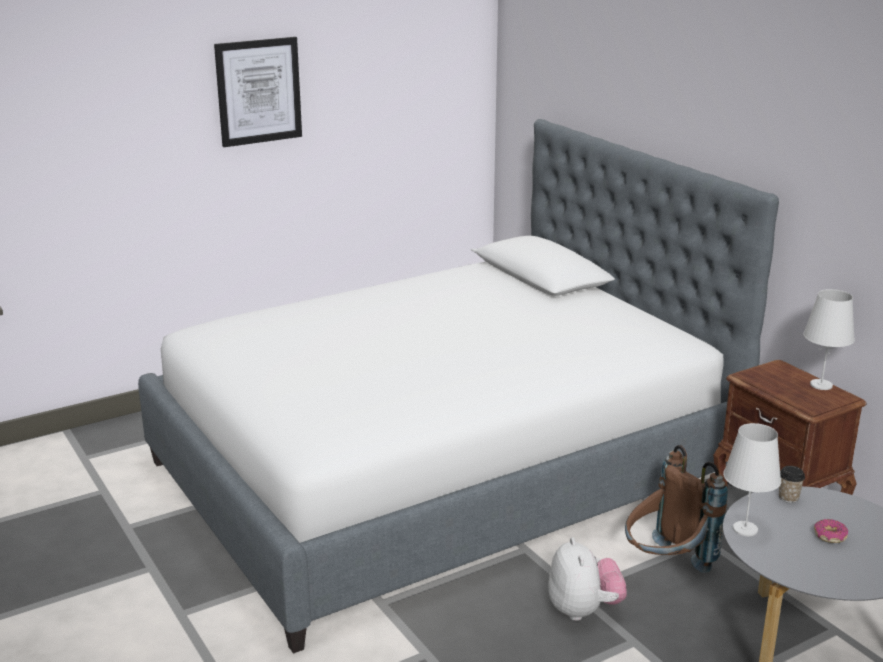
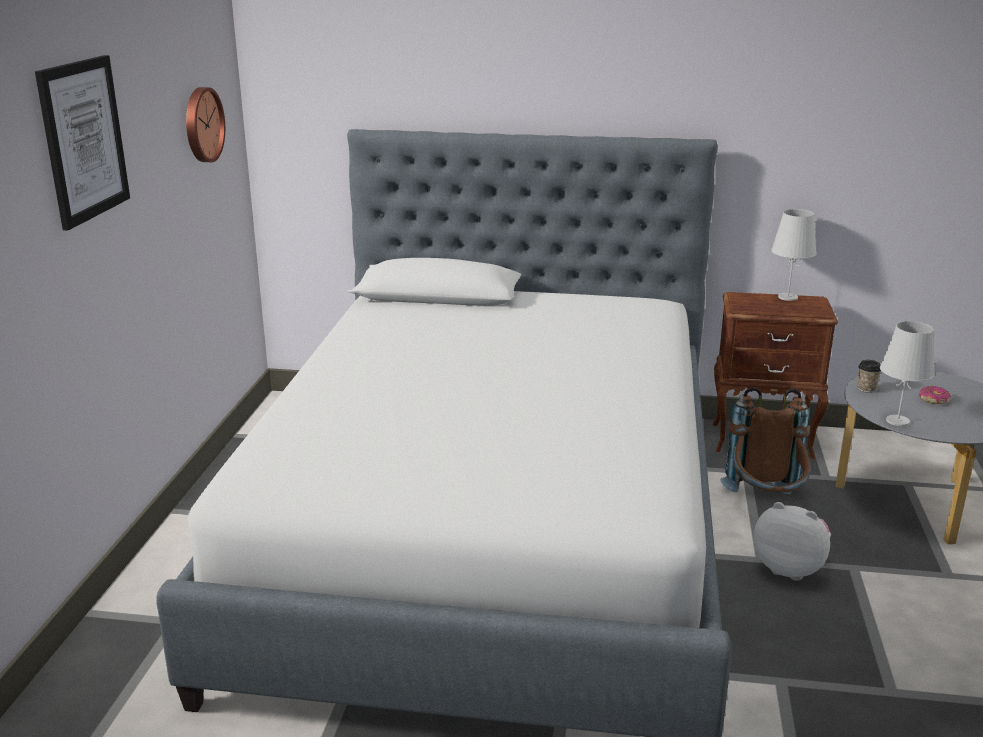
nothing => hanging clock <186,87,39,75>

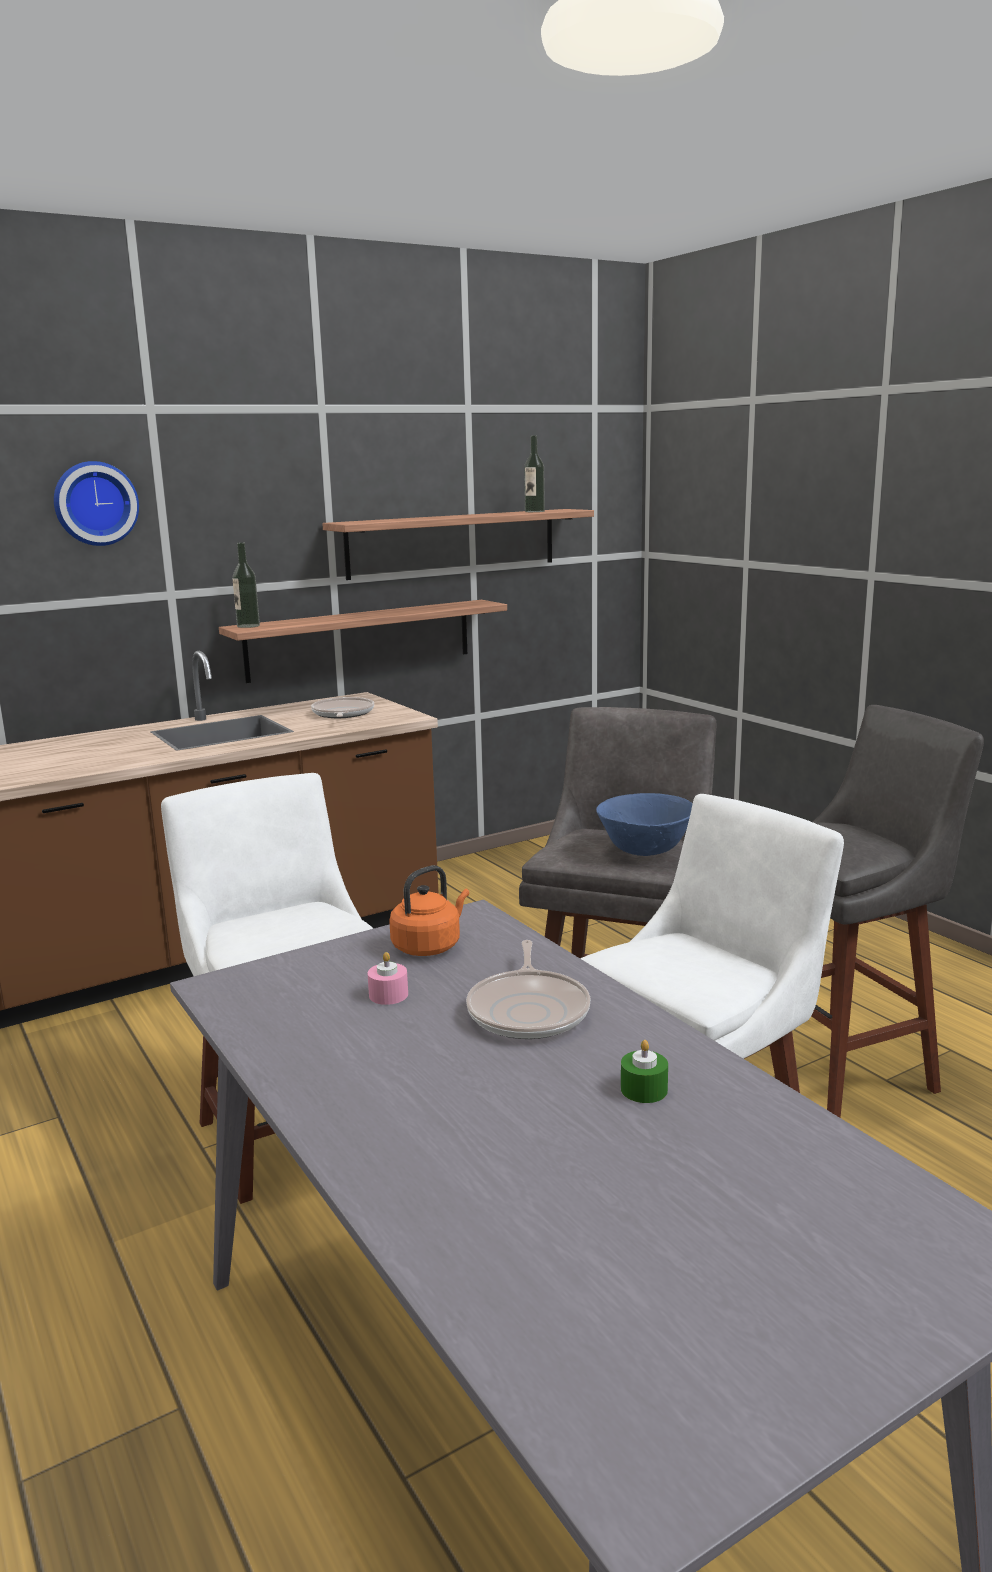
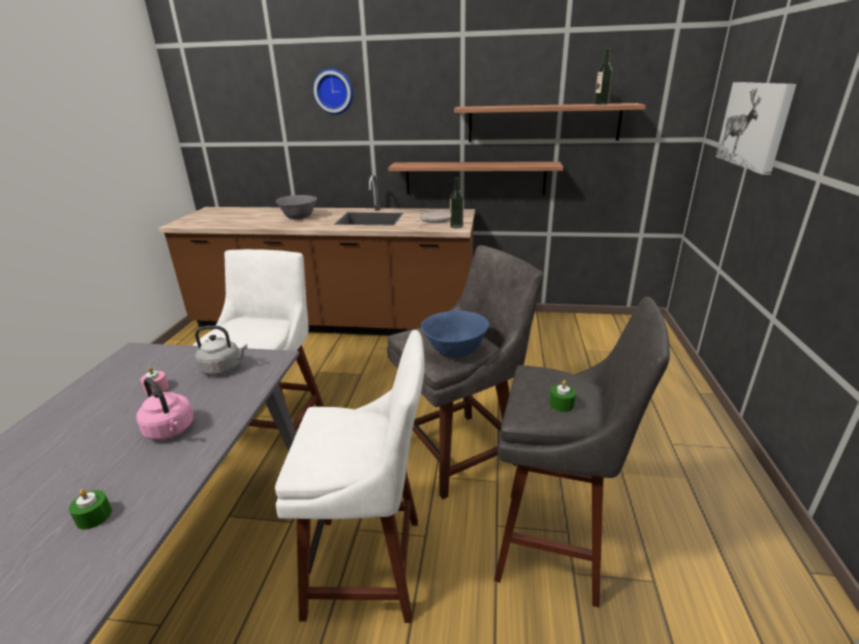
nothing => bowl in greyish <276,195,41,25>
nothing => candle in green <549,380,27,32>
nothing => wall picture <716,82,81,93>
bottle <232,543,28,85> => bottle <450,177,13,51>, relocated
frying pan <466,940,124,99> => tea kettle in pinkish <136,377,57,63>
tea kettle in orange-coloured <389,865,80,91> => tea kettle in greyish <195,326,52,49>

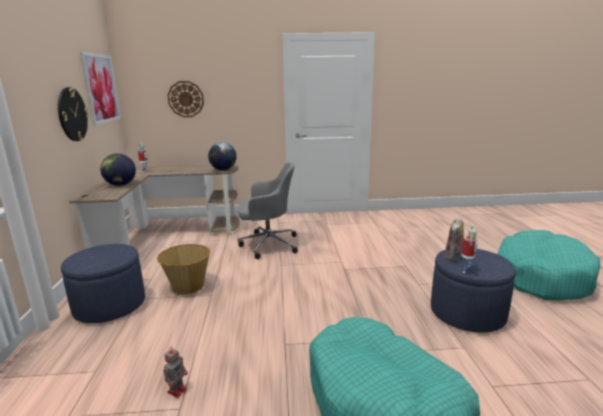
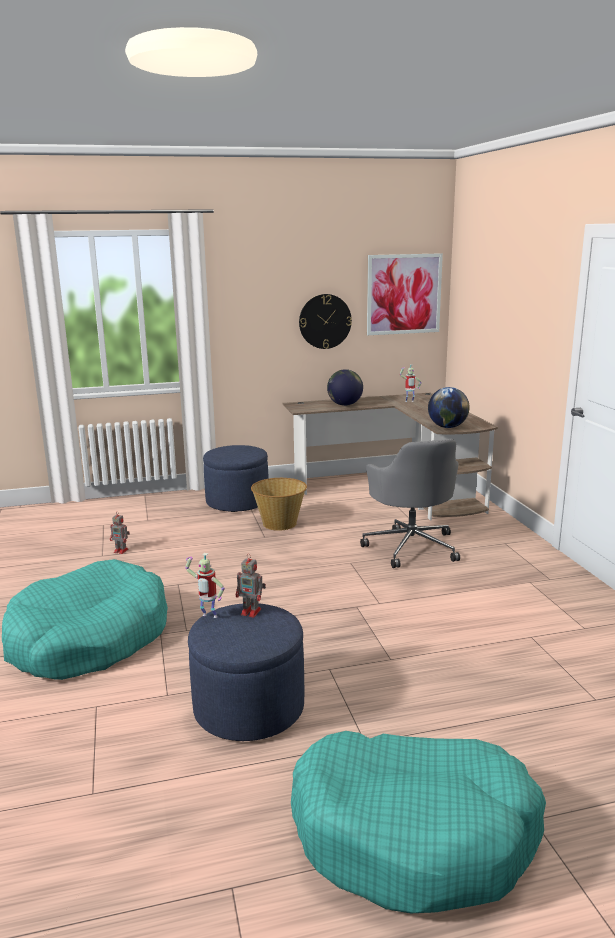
hanging clock <167,81,37,36> => nothing
plush toy <444,216,20,45> => model robot <236,553,30,65>

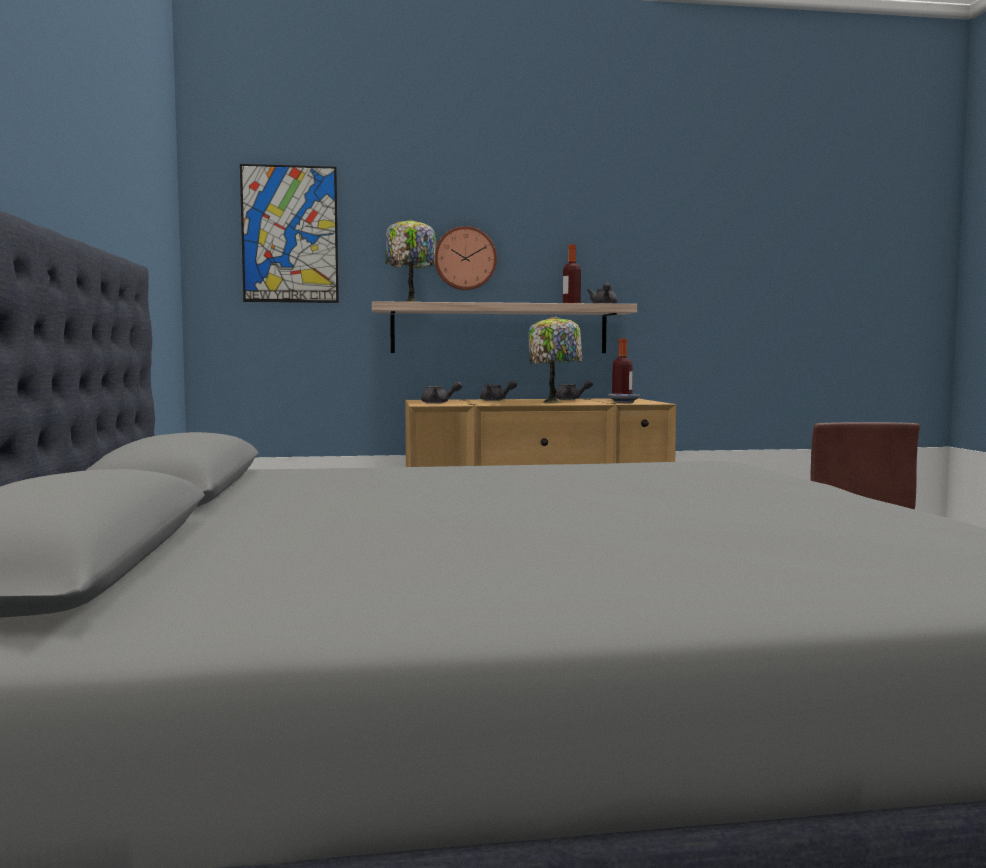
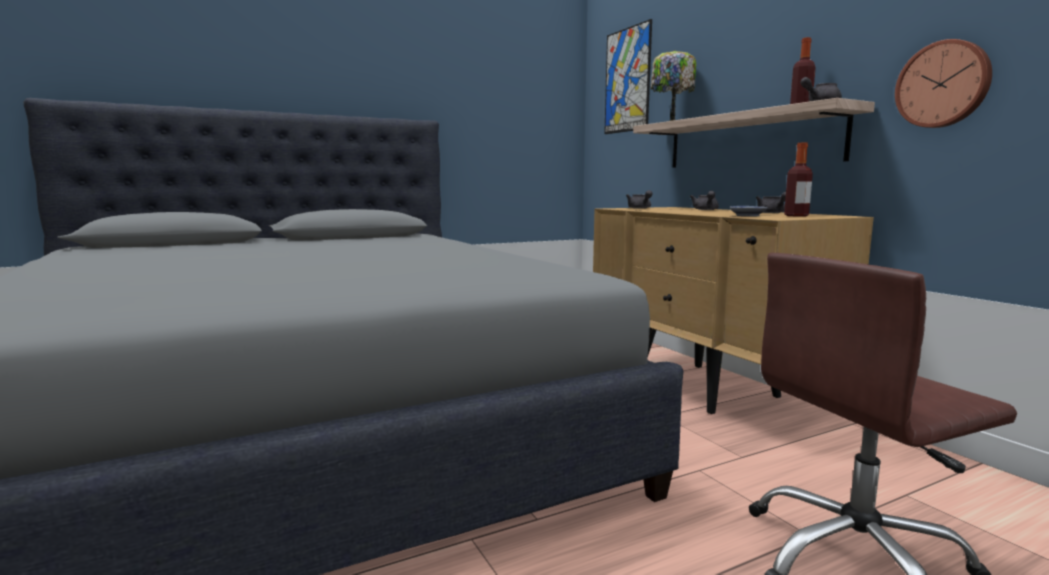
lamp for a table <529,316,53,87> => nothing
hanging clock <435,226,62,64> => hanging clock <895,39,97,89>, relocated

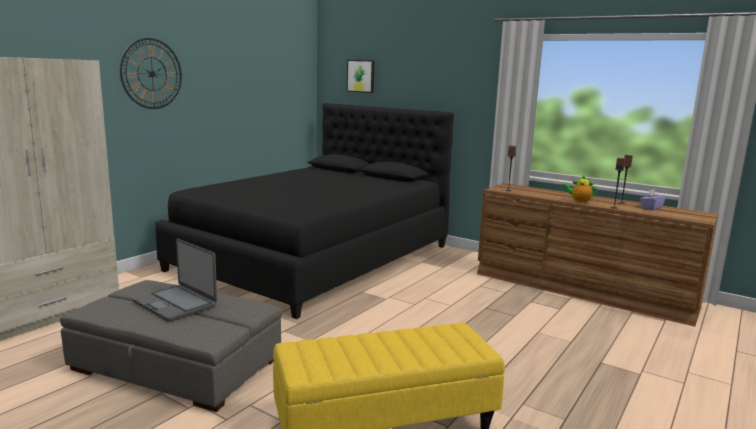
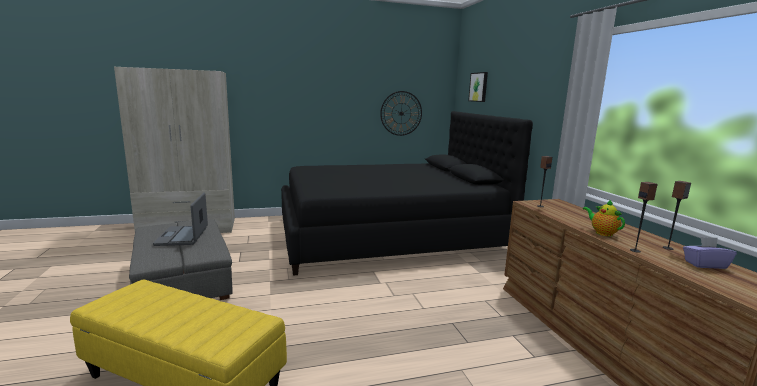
hanging clock <120,38,62,71> => hanging clock <380,91,42,45>, relocated

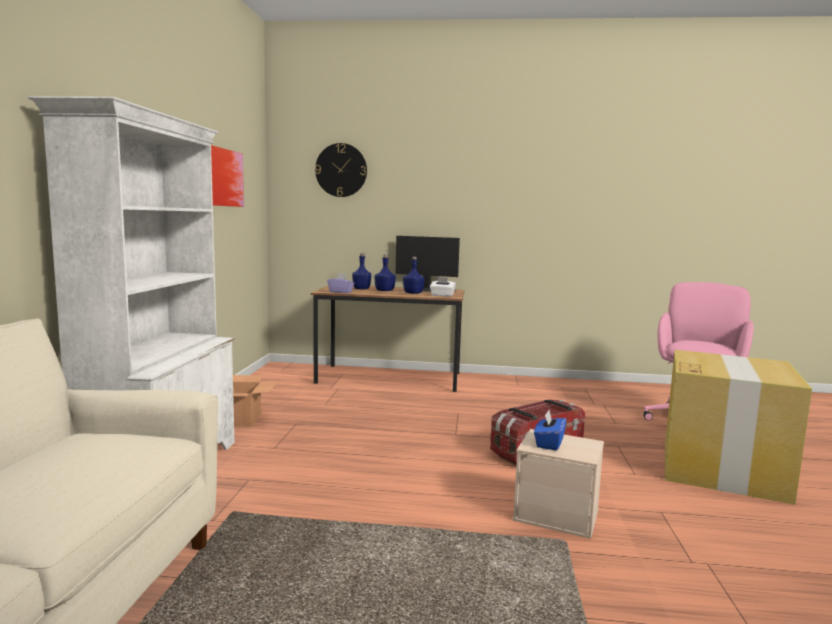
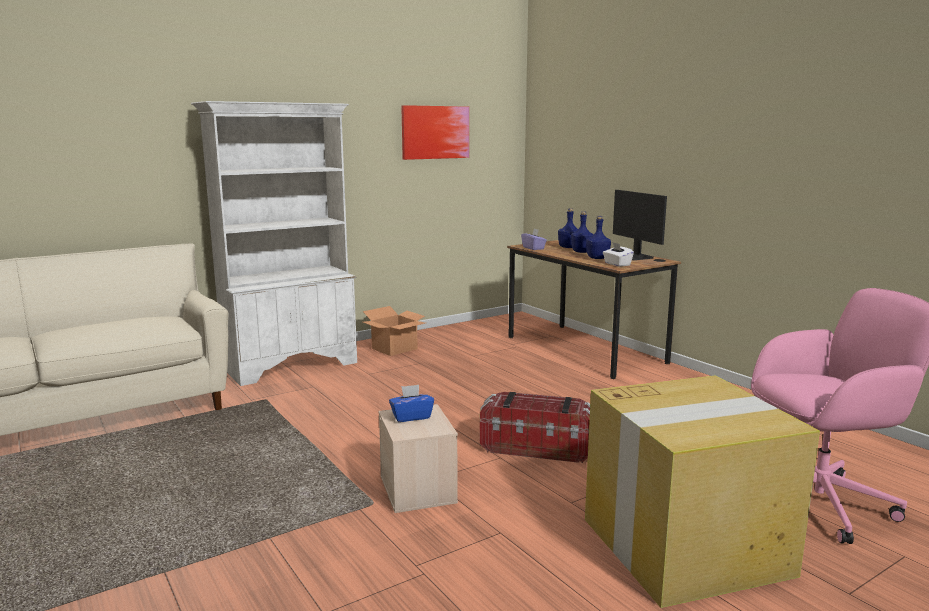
hanging clock <315,143,52,54> => nothing

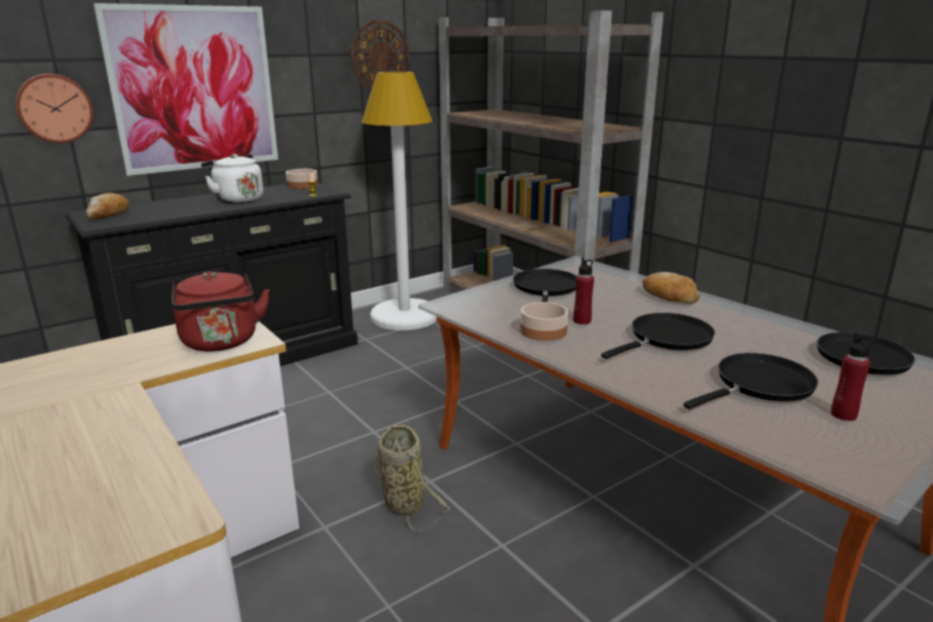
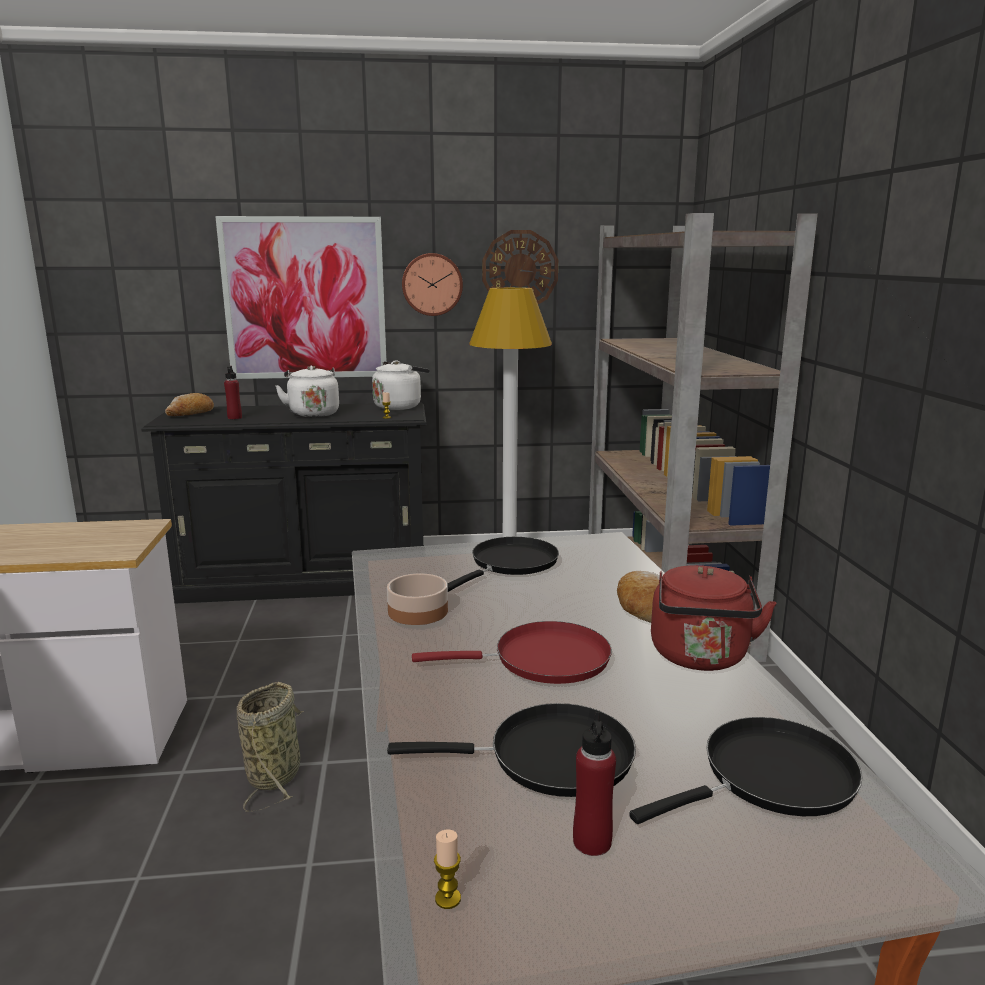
nothing => candle <434,830,27,79>
hanging clock <15,74,79,69> => hanging clock <402,253,61,63>, relocated
tea kettle in red <172,271,98,81> => tea kettle in red <651,565,125,106>, relocated
bottle in red <573,257,21,68> => bottle in red <224,366,18,53>, relocated
bowl <286,169,32,20> => tea kettle in white <372,361,58,49>
frying pan in black-coloured <601,313,114,46> => frying pan in red <412,621,200,63>

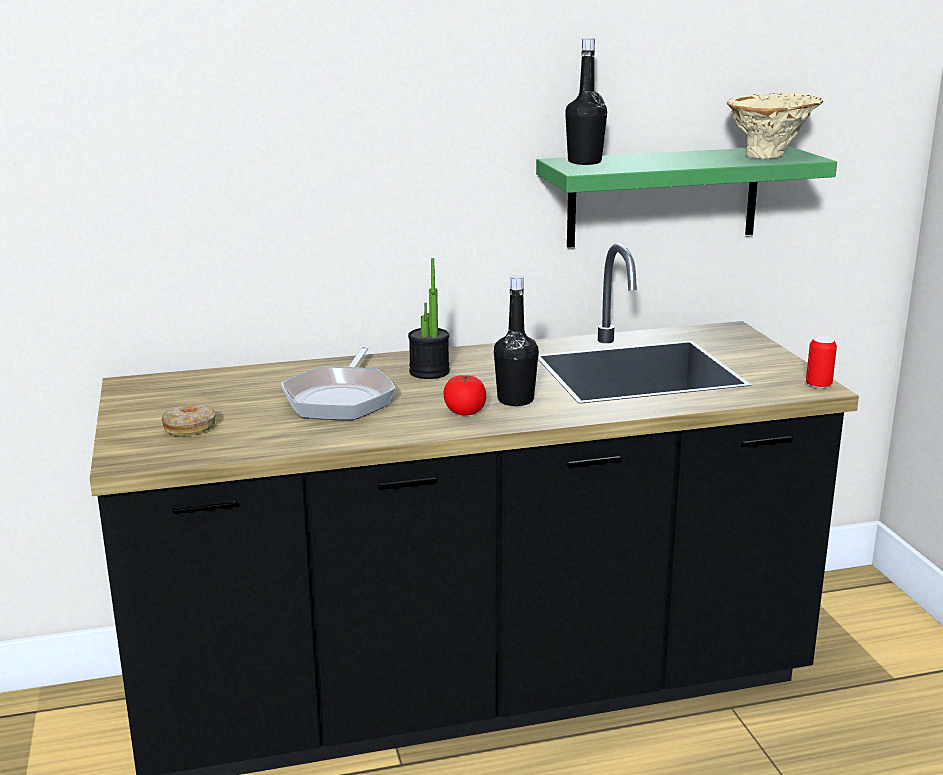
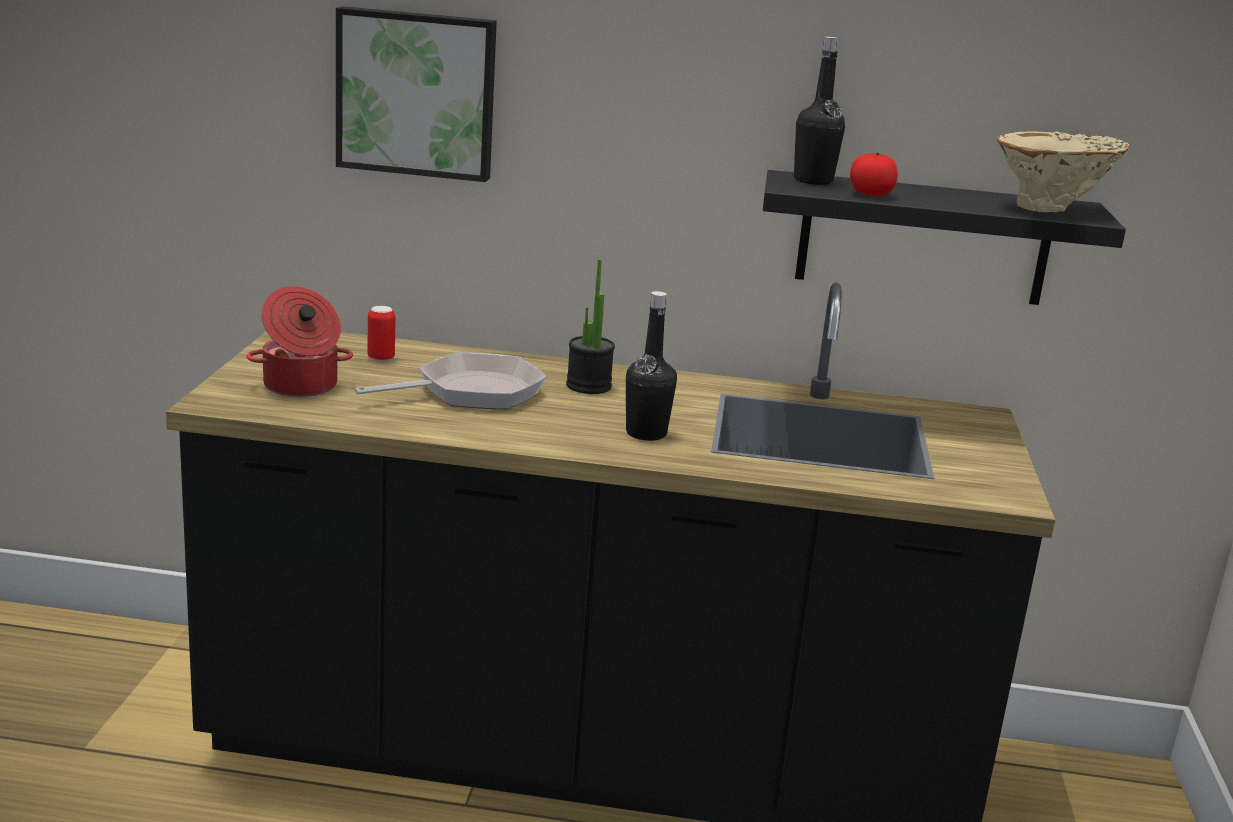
nothing => wall picture <336,6,161,176>
whole tomato <443,375,43,40> => whole tomato <850,153,48,43>, relocated
metal can <806,336,31,53> => metal can <367,306,29,56>, relocated
ring doughnut <162,404,54,32> => stockpot <246,286,107,111>
shelf in green <536,146,301,102> => shelf in black-coloured <763,170,363,135>
frying pan <281,346,115,74> => frying pan <355,352,191,57>, 150 degrees counterclockwise

